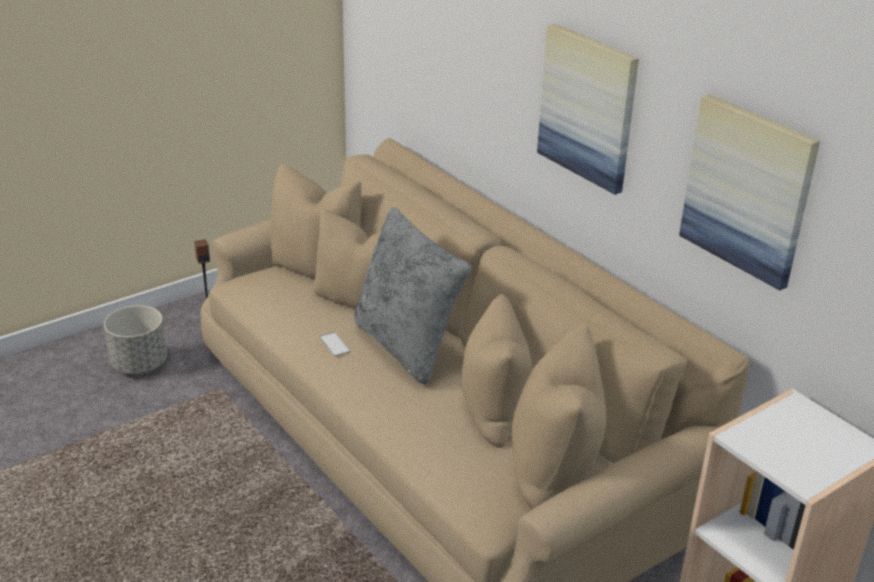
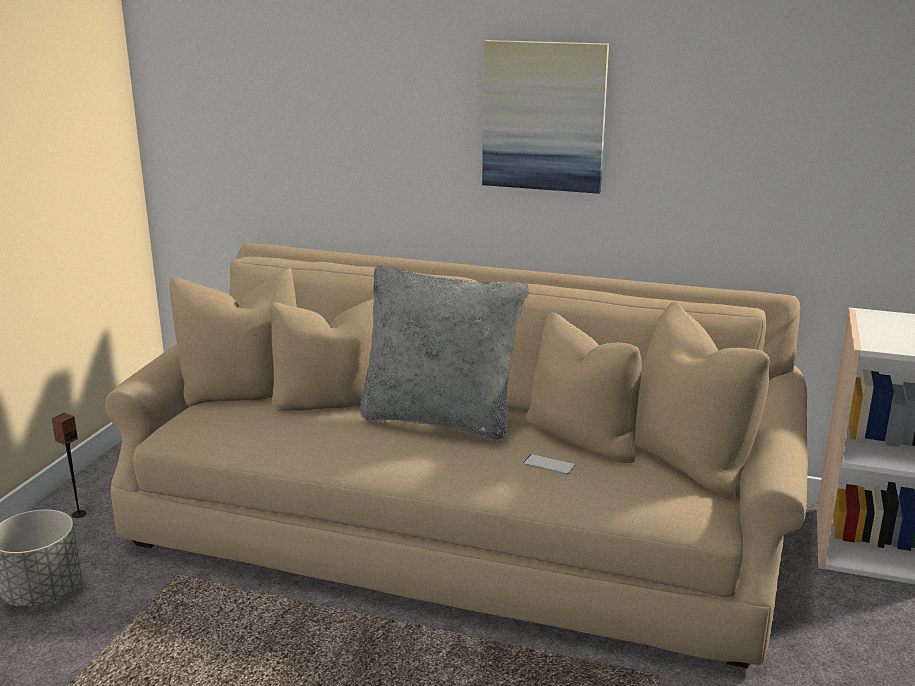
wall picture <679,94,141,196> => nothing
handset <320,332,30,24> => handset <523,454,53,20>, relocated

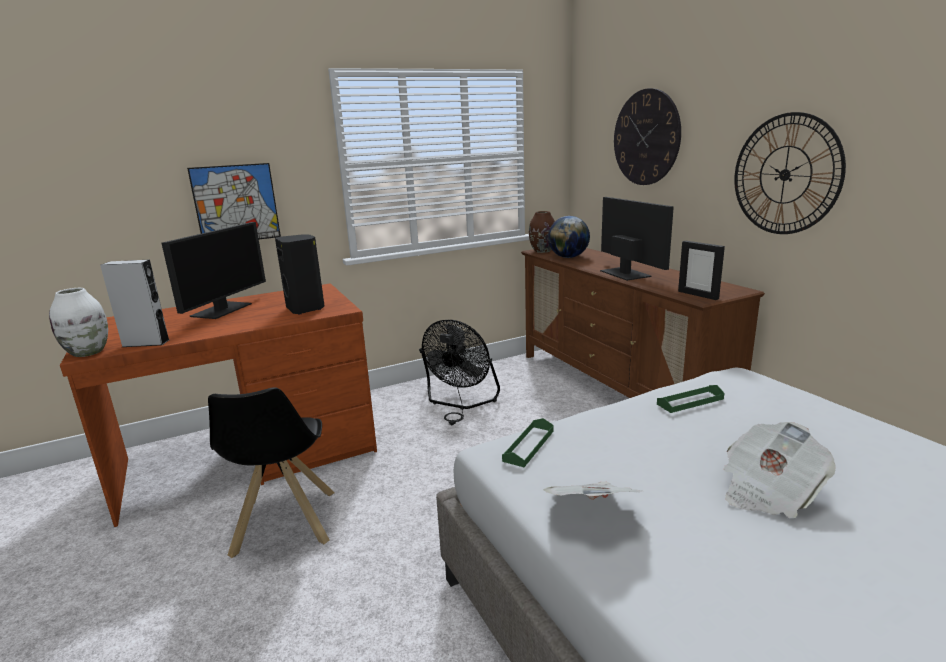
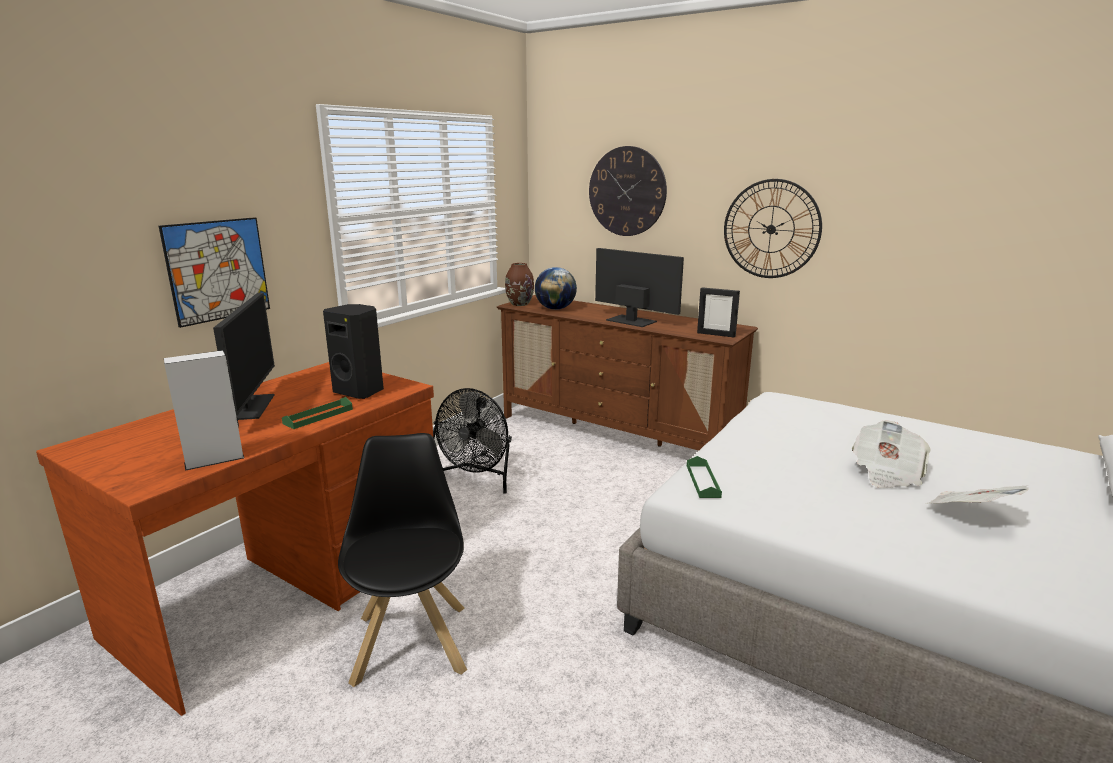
decorative vase in white <49,288,59,69> => nothing
newspaper <543,482,100,18> => newspaper <929,486,100,18>, relocated
carrying tray in green <657,385,67,28> => carrying tray in green <282,397,71,32>, relocated
chair in black-coloured <208,387,127,171> => chair in black-coloured <338,433,129,254>, 150 degrees counterclockwise
electric fan in black-coloured <419,320,81,105> => electric fan in black-coloured <433,388,79,106>, 150 degrees counterclockwise

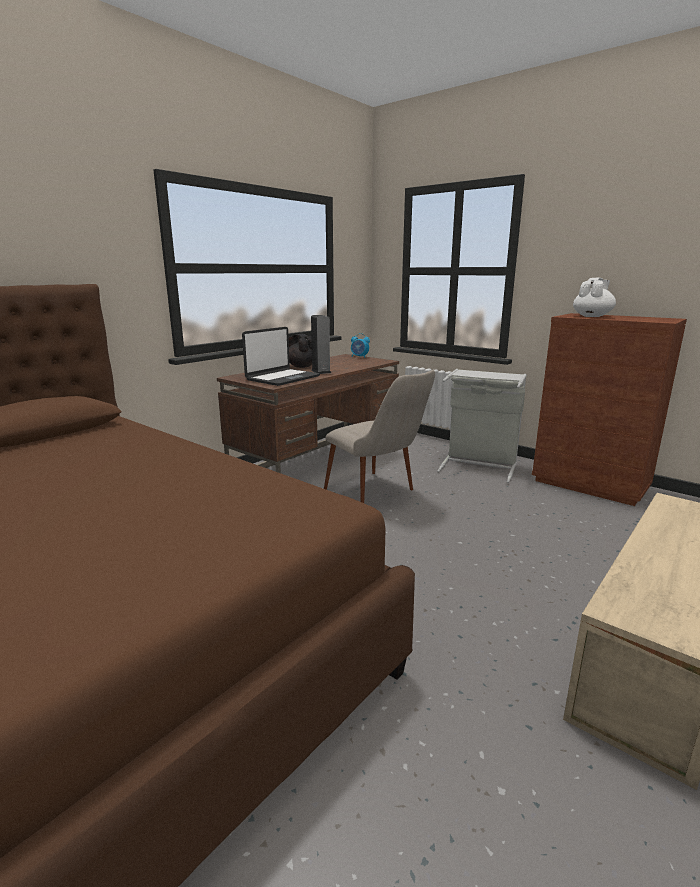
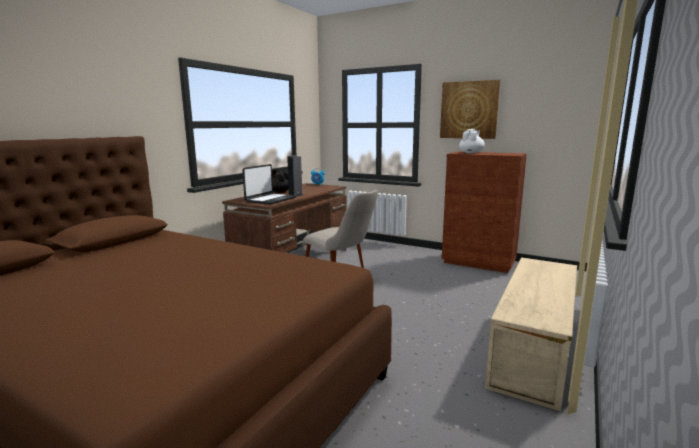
washing basket in greyish <437,369,90,114> => nothing
nothing => wall picture <440,80,60,59>

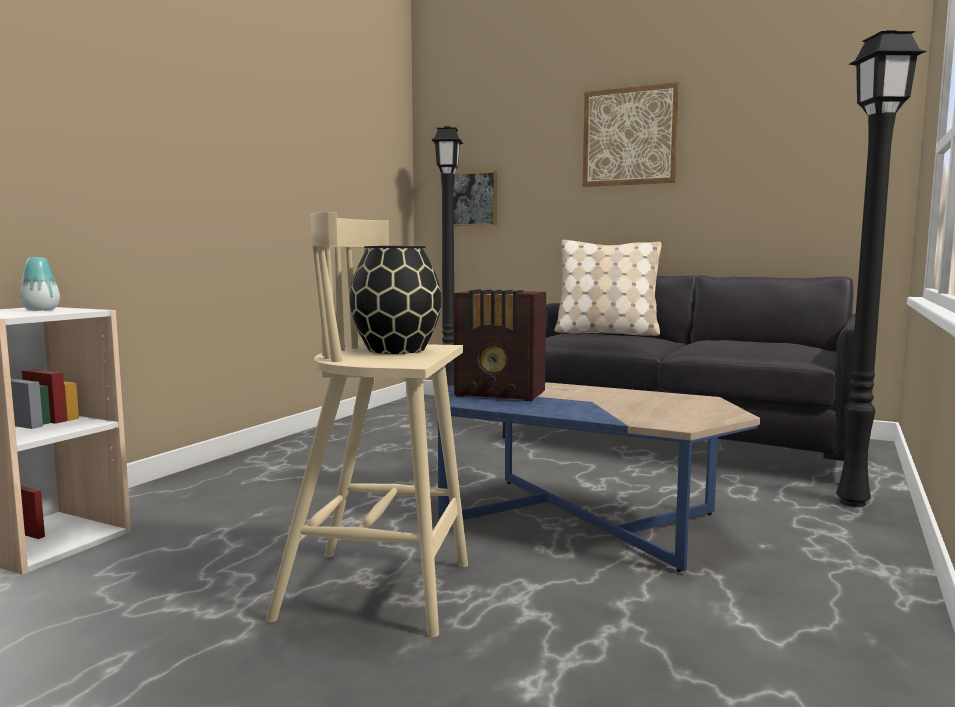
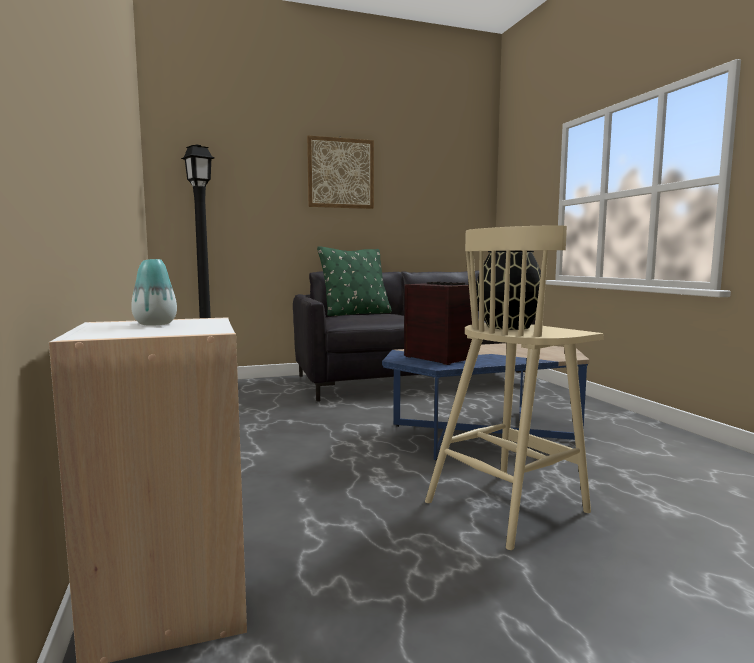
wall picture <454,170,43,56> => nothing
standing lamp in black-coloured <836,30,91,477> => nothing
throw pillow in beige-coloured <554,240,108,96> => throw pillow in green <317,246,75,70>
radio <454,289,92,112> => radio <404,282,68,83>, 105 degrees counterclockwise

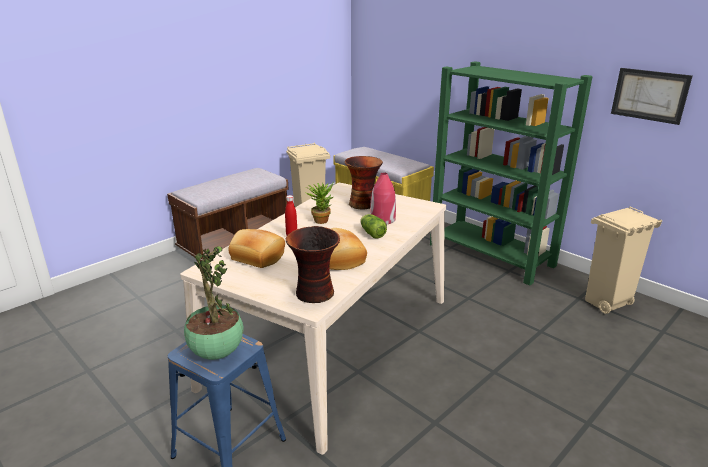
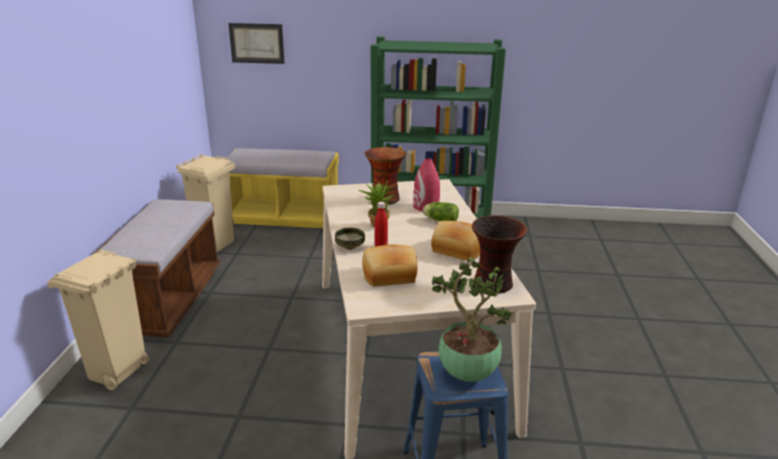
nothing => bowl <335,227,30,23>
waste bin in beige-coloured <585,207,77,107> => waste bin in beige-coloured <47,249,102,141>, relocated
wall picture <611,68,81,57> => wall picture <228,23,57,41>, relocated

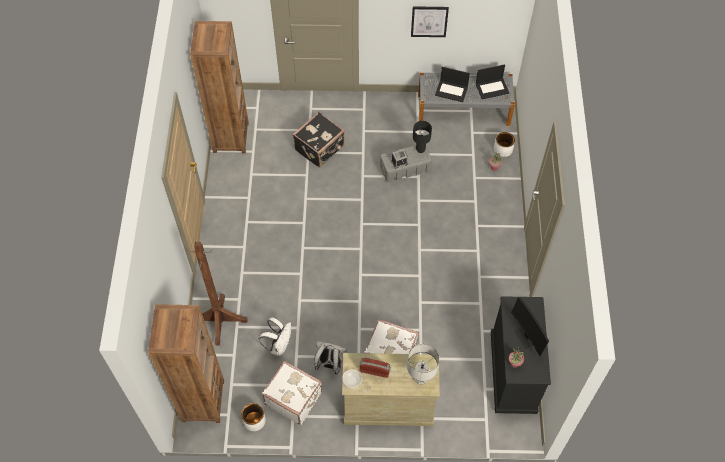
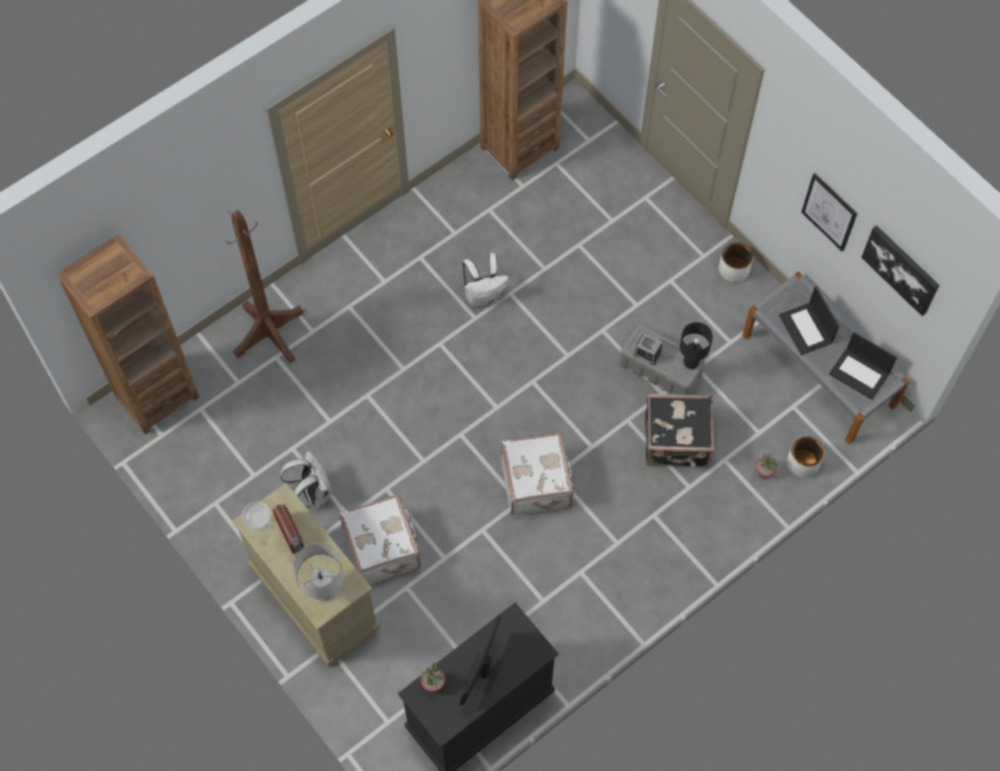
nothing => wall picture <861,225,78,91>
planter in white <241,403,25,28> => planter in white <719,242,34,40>, relocated
rucksack in white <259,317,32,39> => rucksack in white <462,253,47,53>, relocated
suitcase in white <262,361,60,64> => suitcase in white <501,432,73,85>, relocated
suitcase in black-coloured <293,112,52,56> => suitcase in black-coloured <645,394,69,74>, relocated

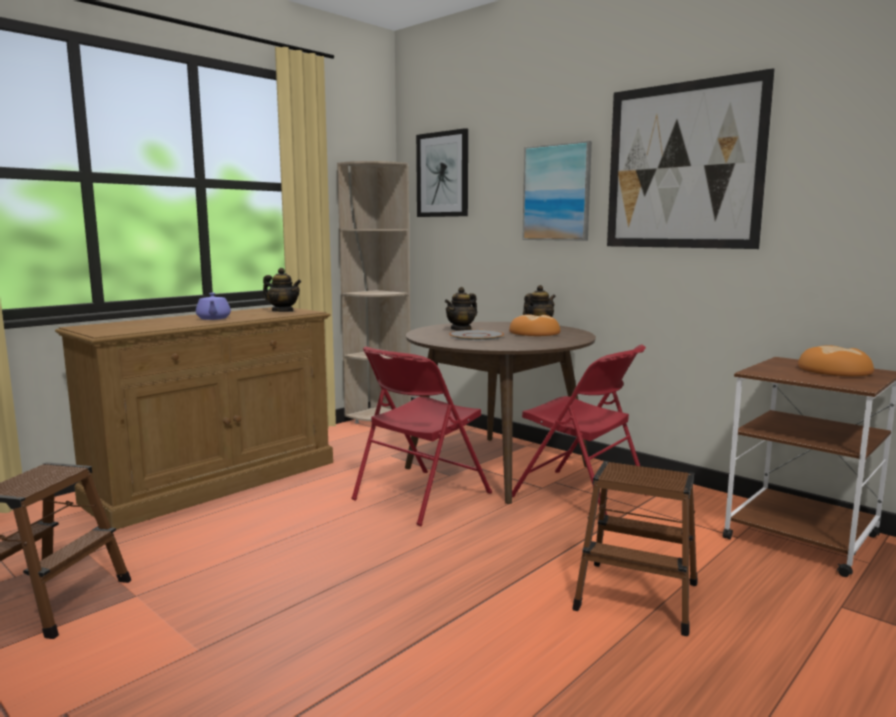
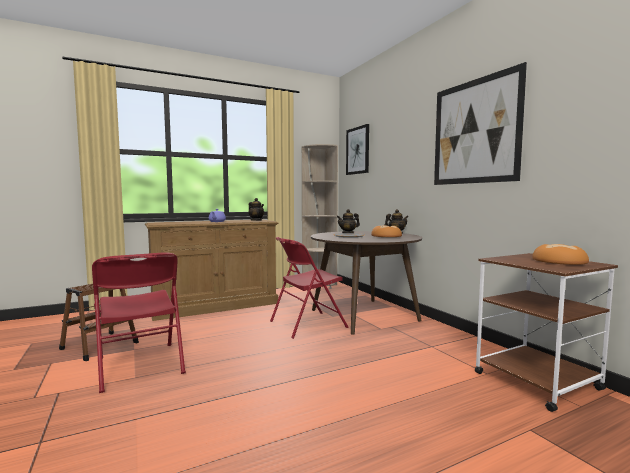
wall picture <522,141,70,100> => nothing
step stool in brownish <573,461,125,175> => nothing
chair in red <512,344,134,171> => chair in red <92,252,94,141>, relocated

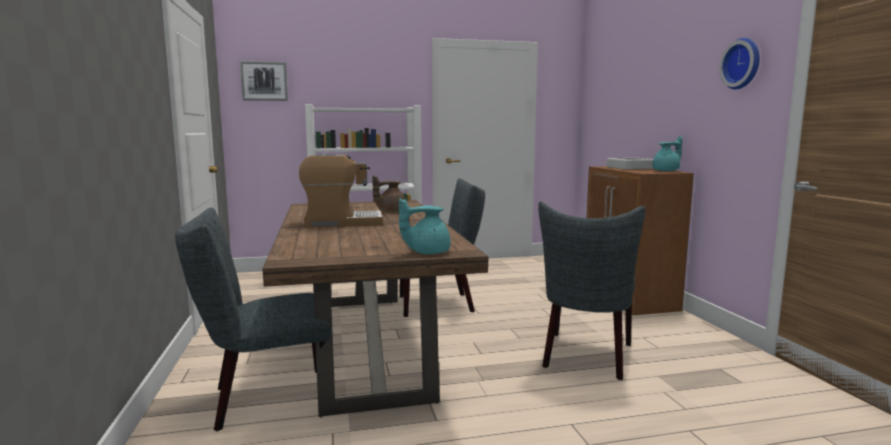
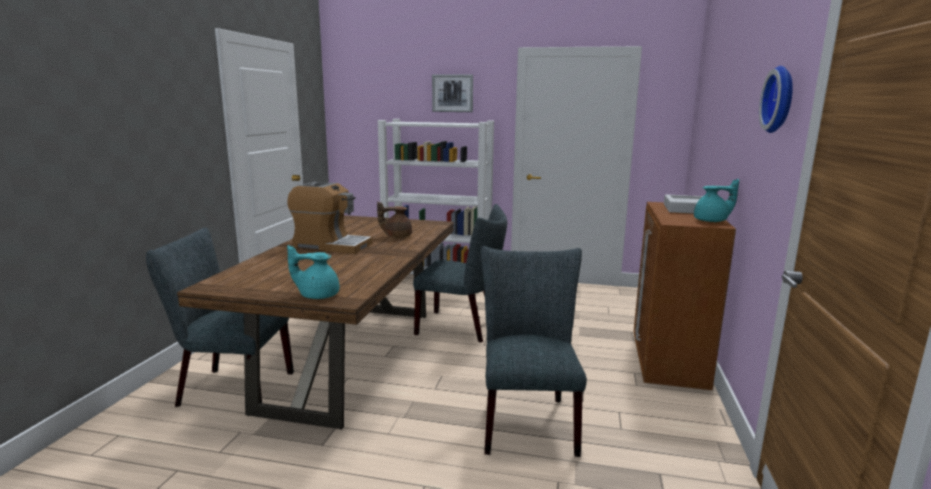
wall picture <240,61,48,40> => wall picture <432,75,41,37>, relocated
chair in greyish <538,201,108,179> => chair in greyish <481,246,106,211>, 135 degrees clockwise

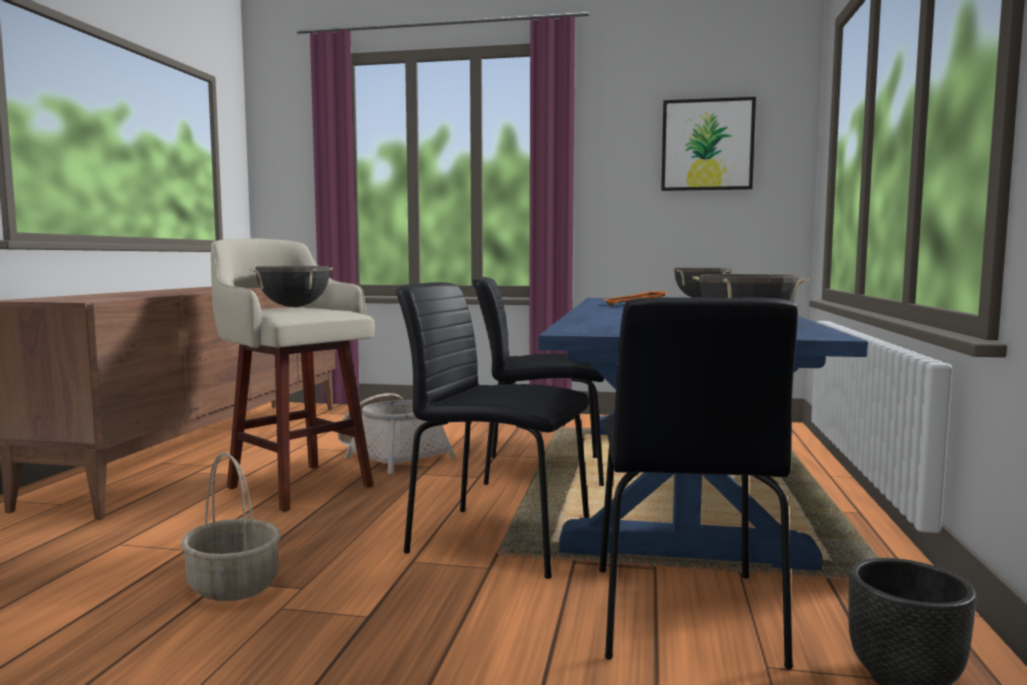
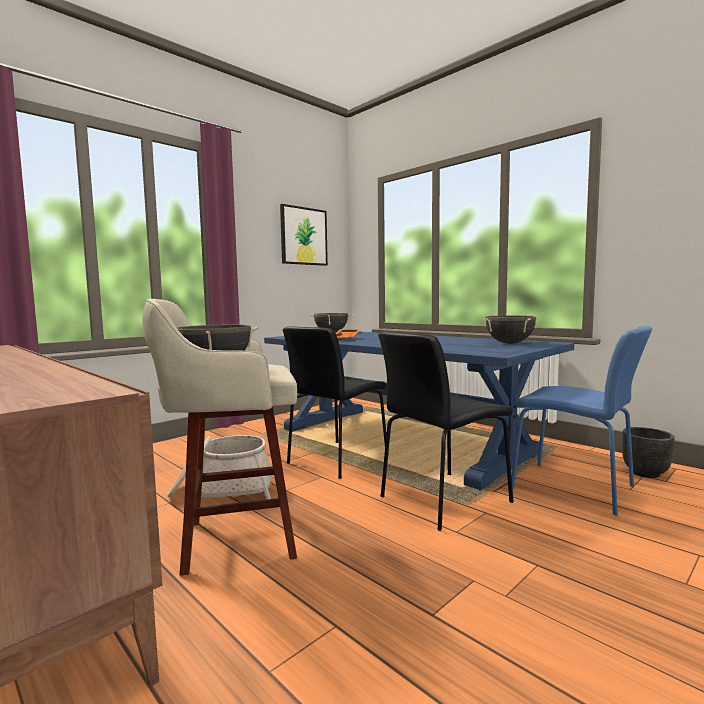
storage basket <181,452,100,149> => nothing
chair in black-coloured <599,297,199,372> => chair in bluish <511,326,141,189>

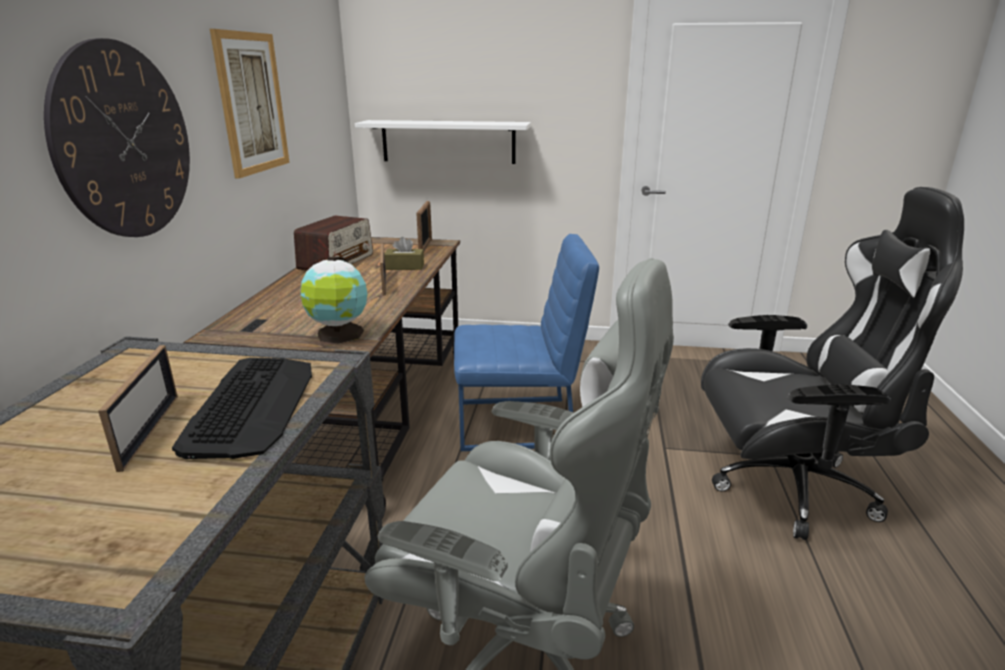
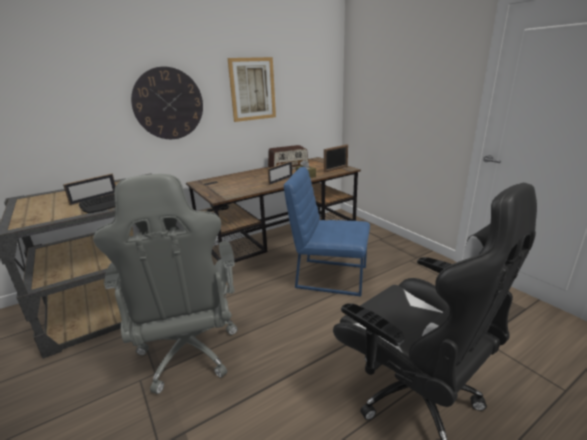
globe <300,257,68,87> => nothing
shelf in white <355,120,176,44> => nothing
chair in bluish <454,234,145,217> => chair in bluish <284,167,86,130>, 150 degrees clockwise

